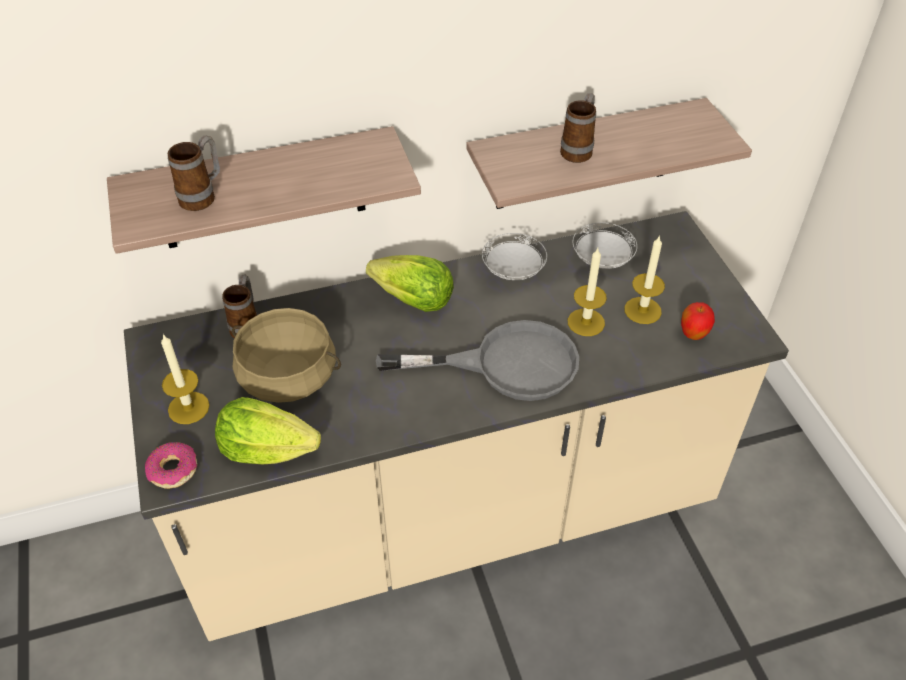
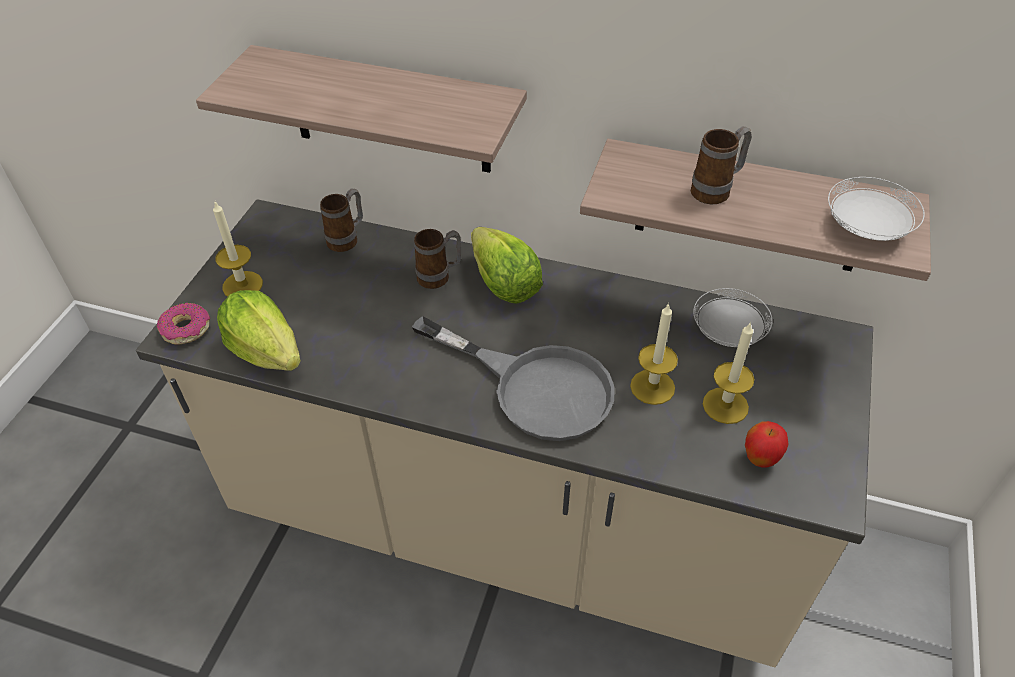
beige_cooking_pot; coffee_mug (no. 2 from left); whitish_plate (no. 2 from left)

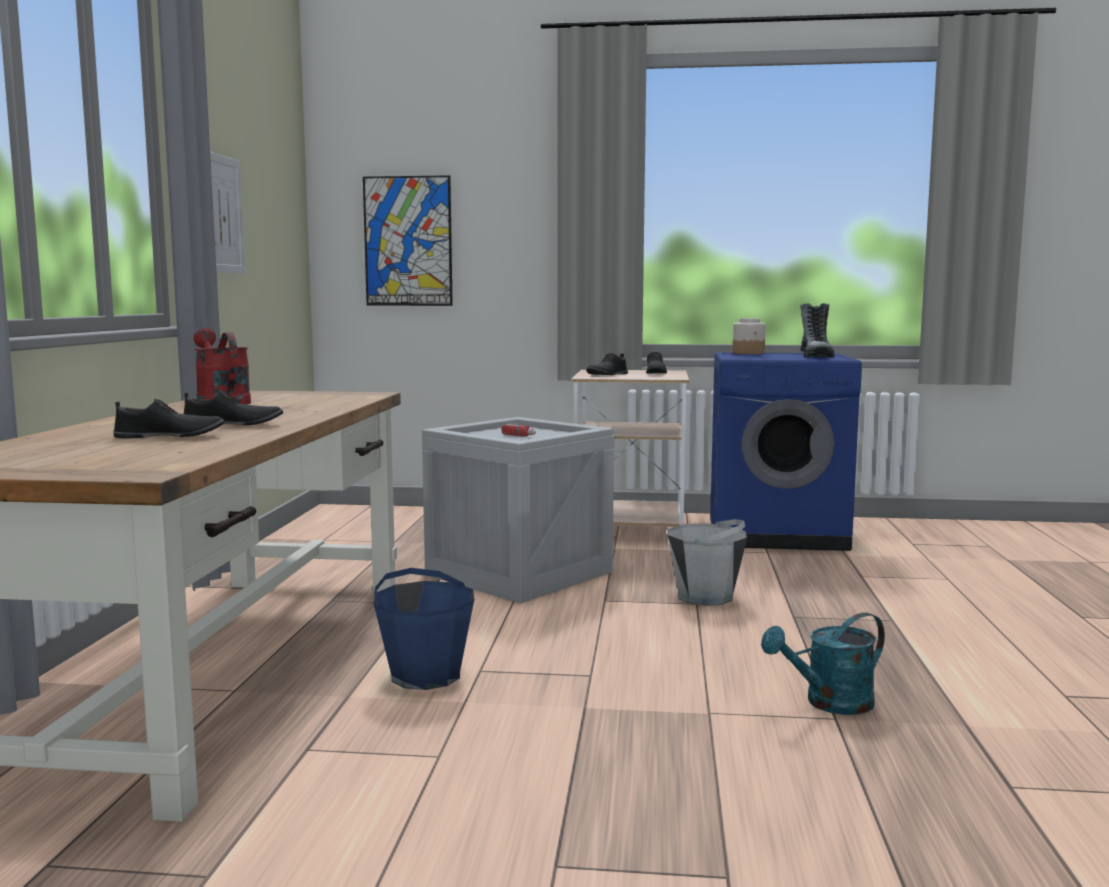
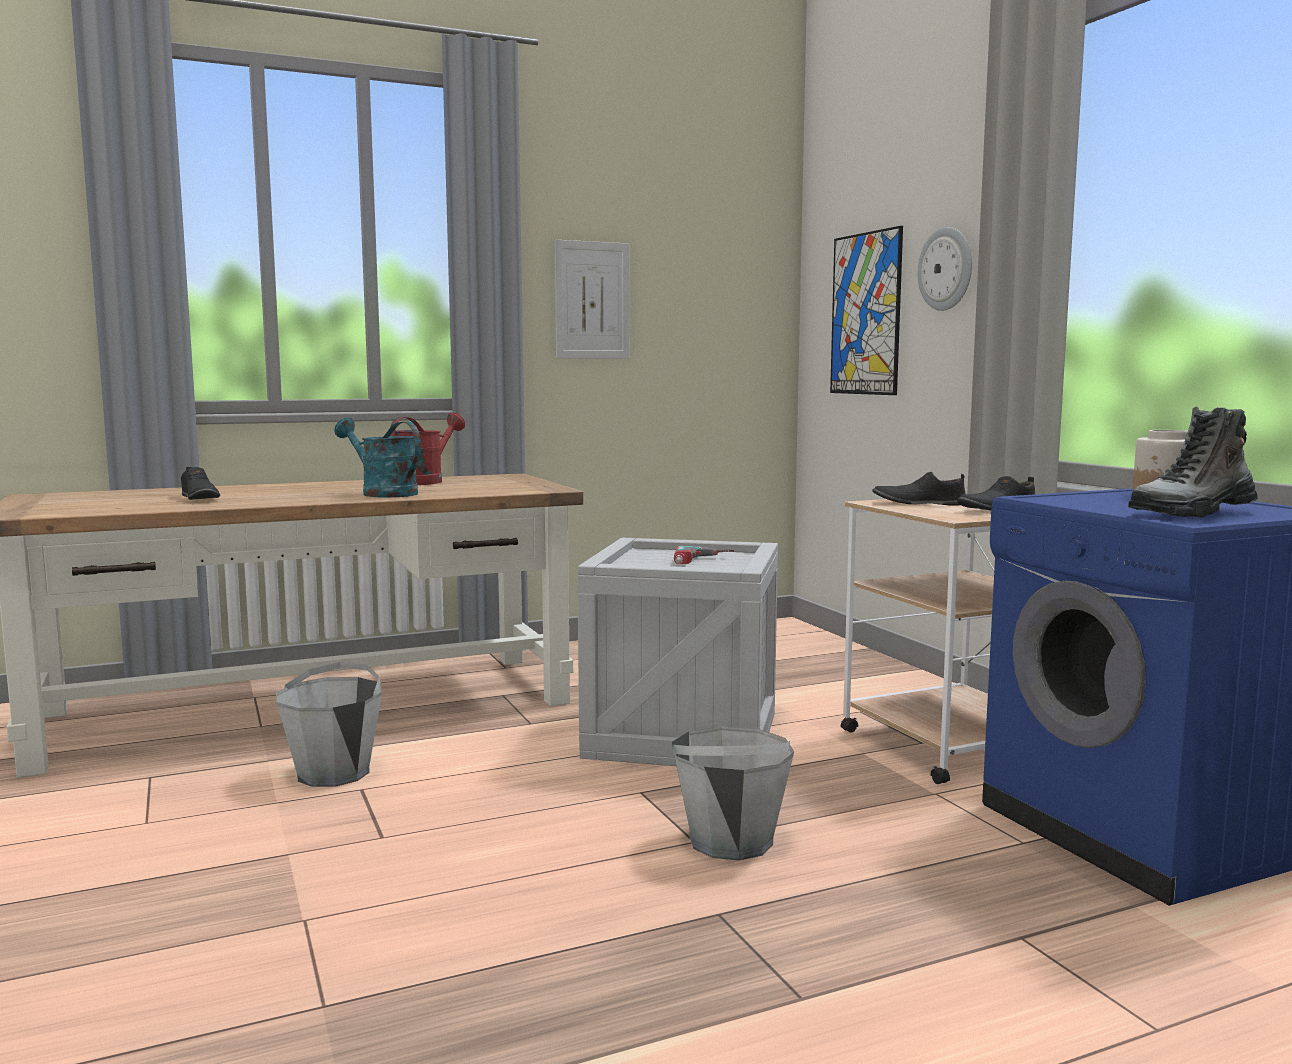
blackish_shoe (no. 2 from left in the first image); wall_clock; turquoise-coloured_watering_can; greyish_water_bucket (no. 1 from left)

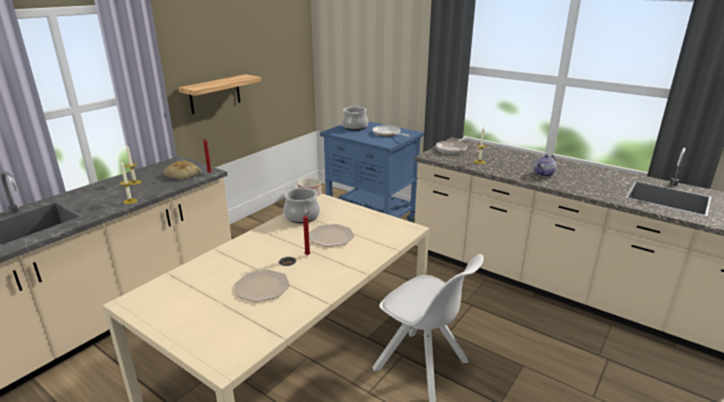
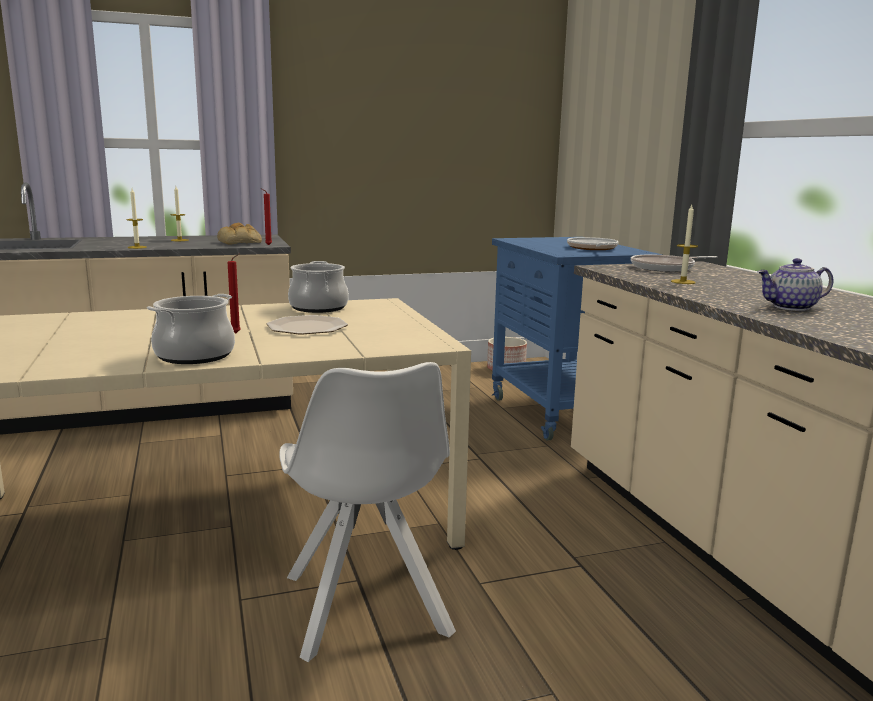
wall_shelf; plate (no. 1 from left in the first image); cooking_pot (no. 1 from left)

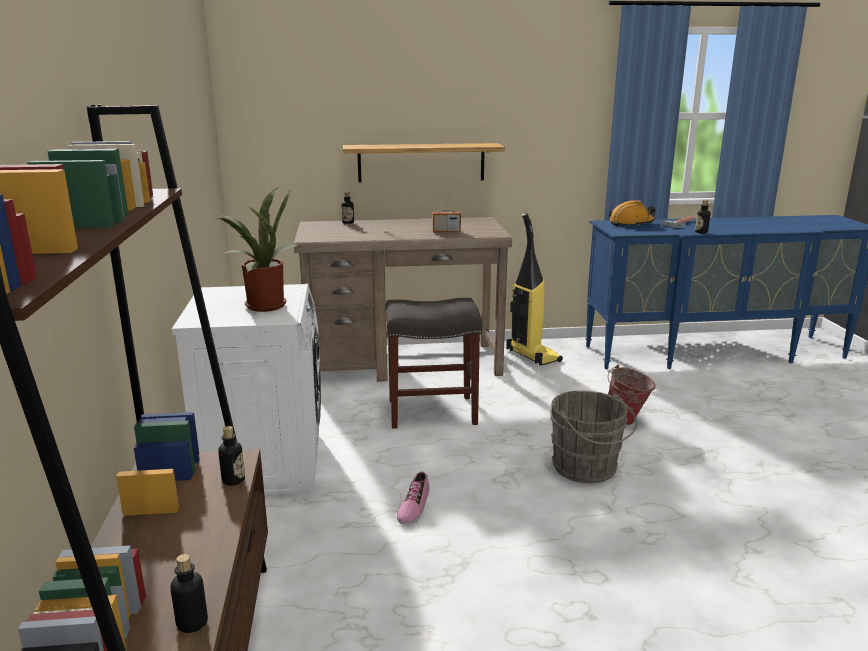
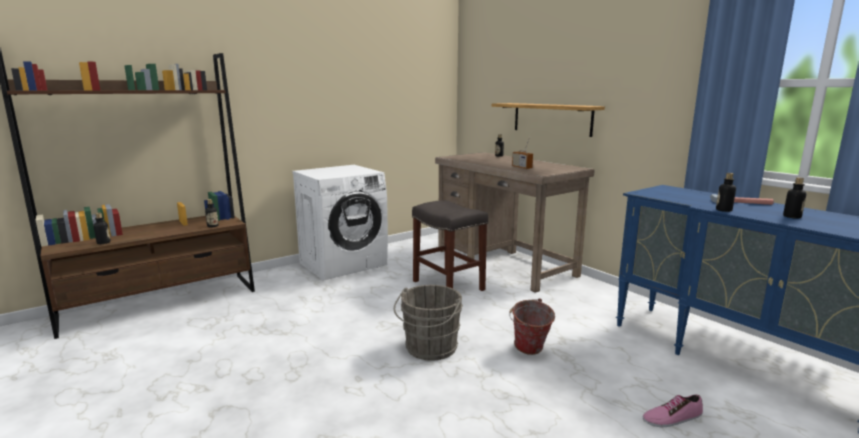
plant_in_a_pot; vacuum; orange_hard_hat; drink_bottle (no. 5 from left); shoe

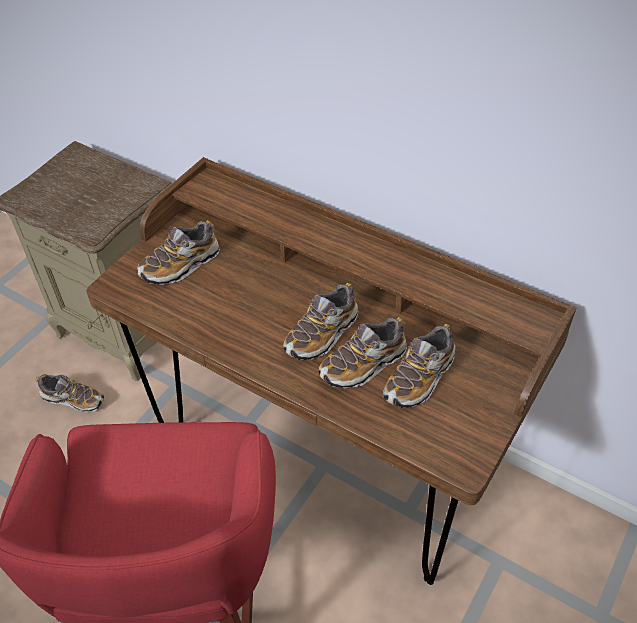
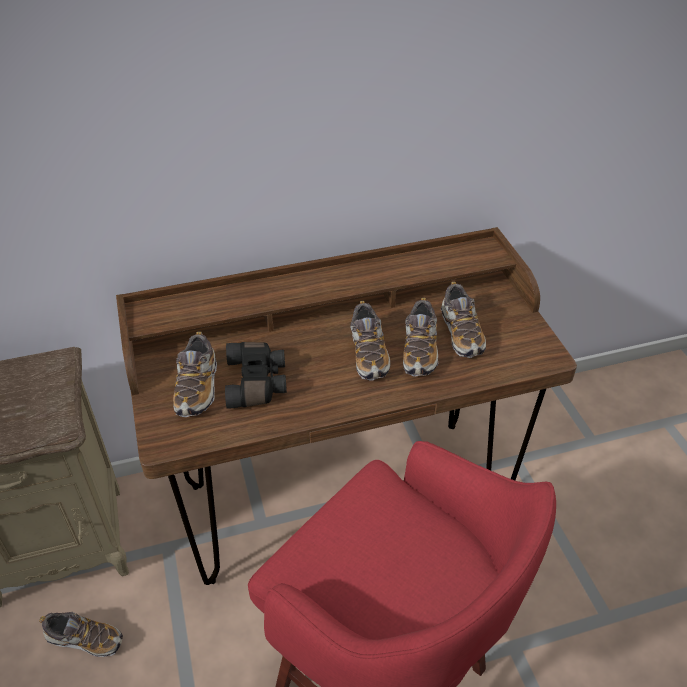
blackish_field_glasses; shoe (no. 1 from left)

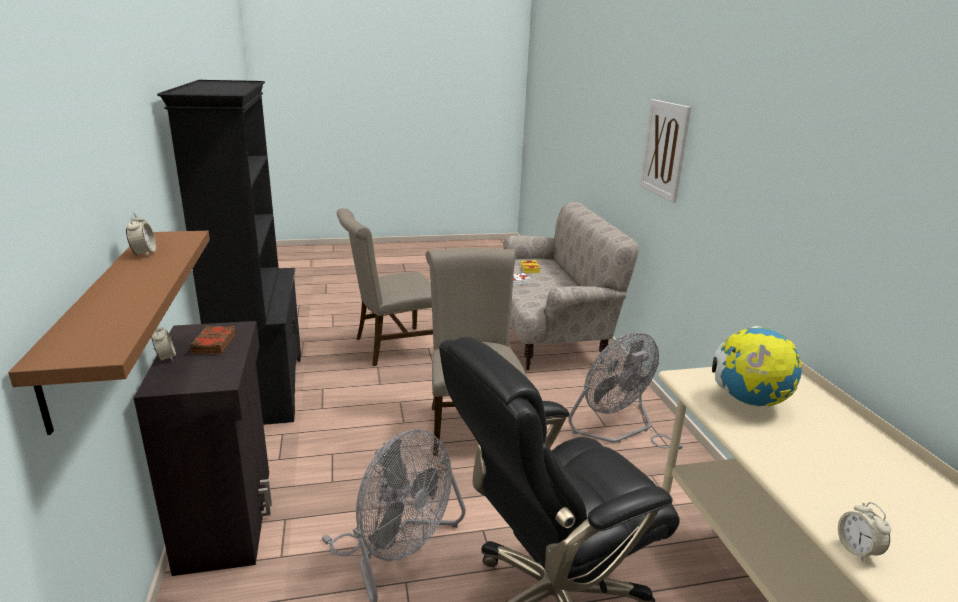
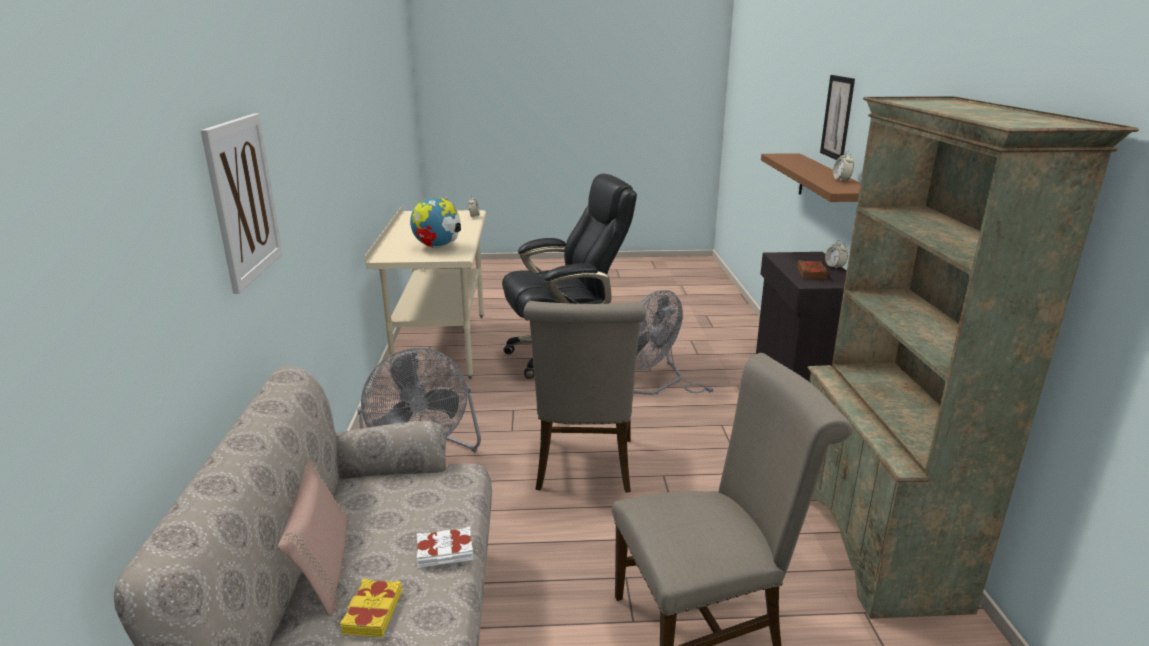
beige_pillow; wall_picture (no. 2 from left); green-coloured_bookshelf

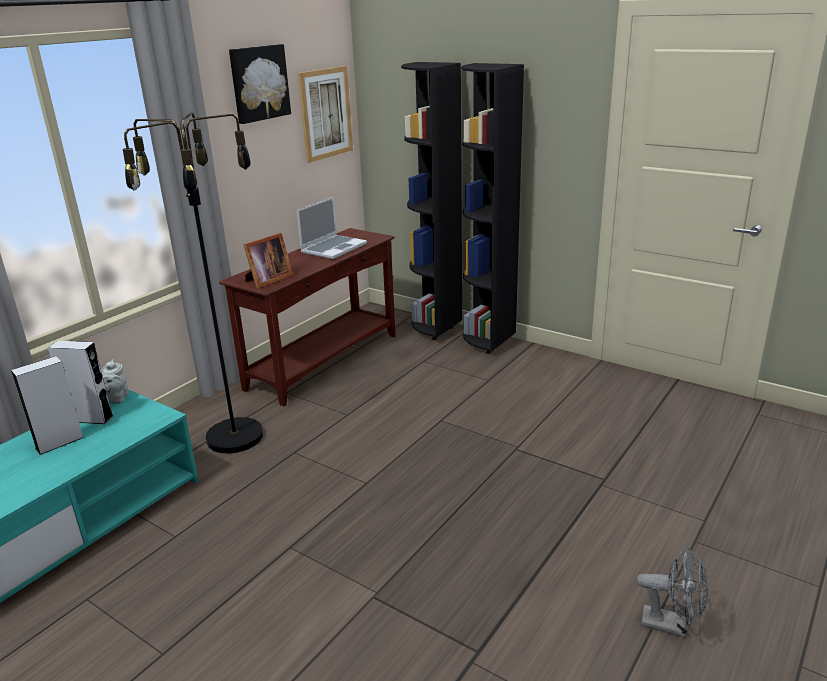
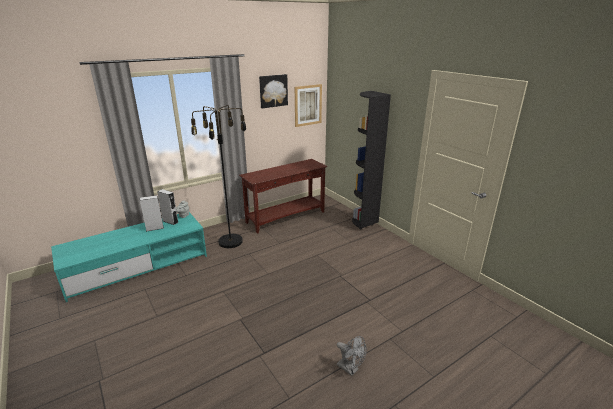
photo_frame; notebook_computer; blackish_bookshelf (no. 1 from left in the first image)

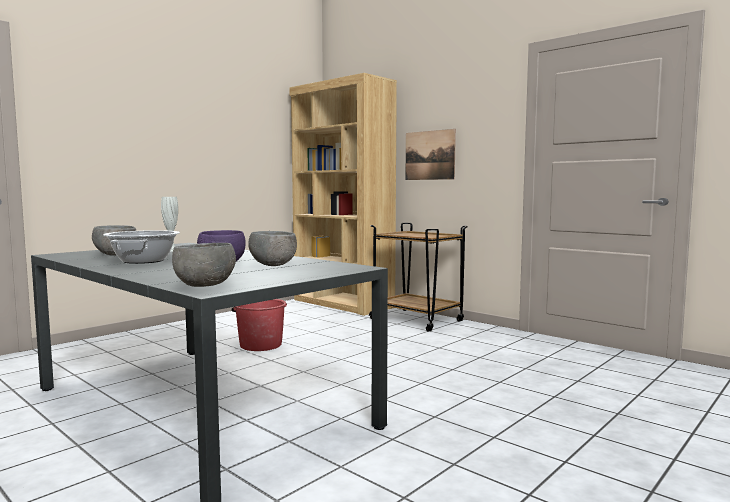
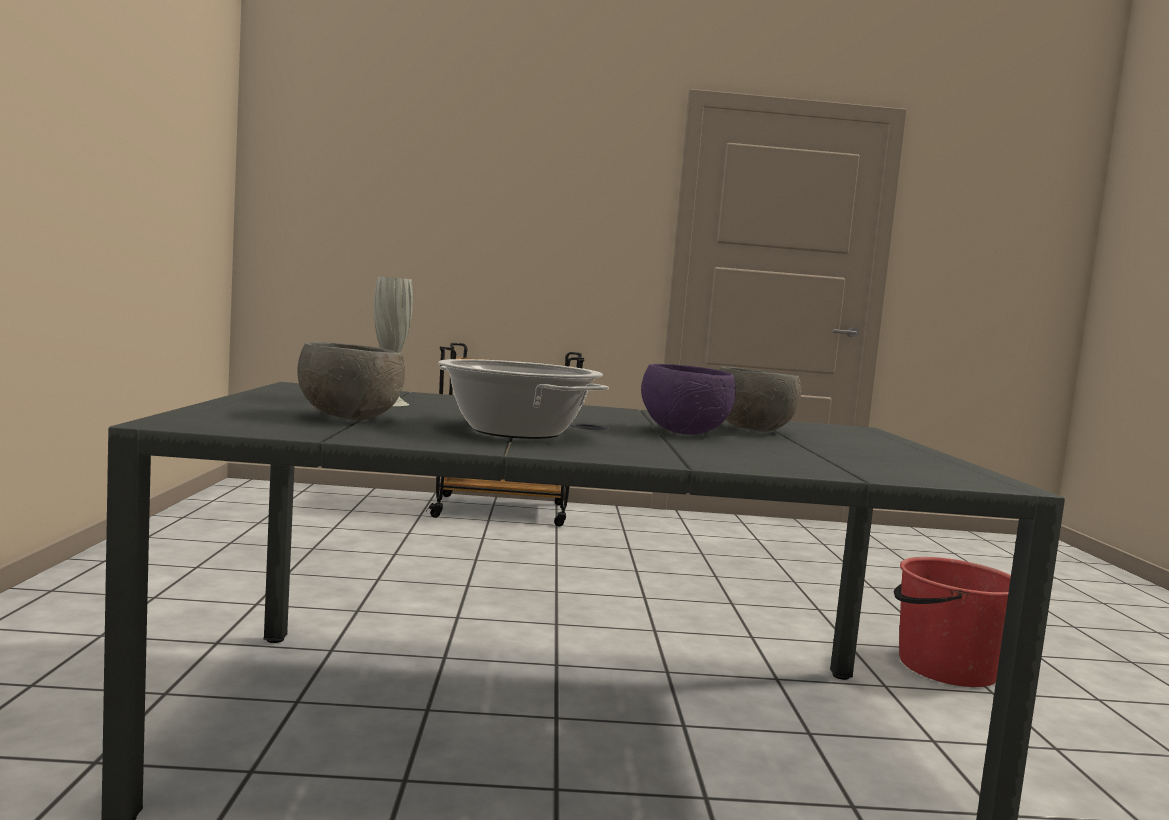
greyish_bowl (no. 2 from left in the first image); brownish_bookshelf; wall_picture; red_water_bucket

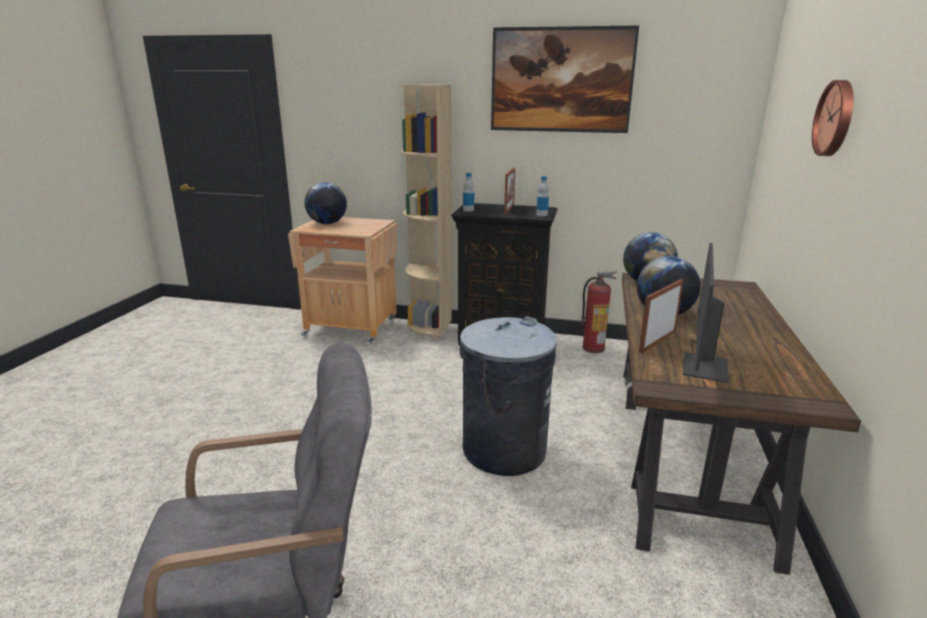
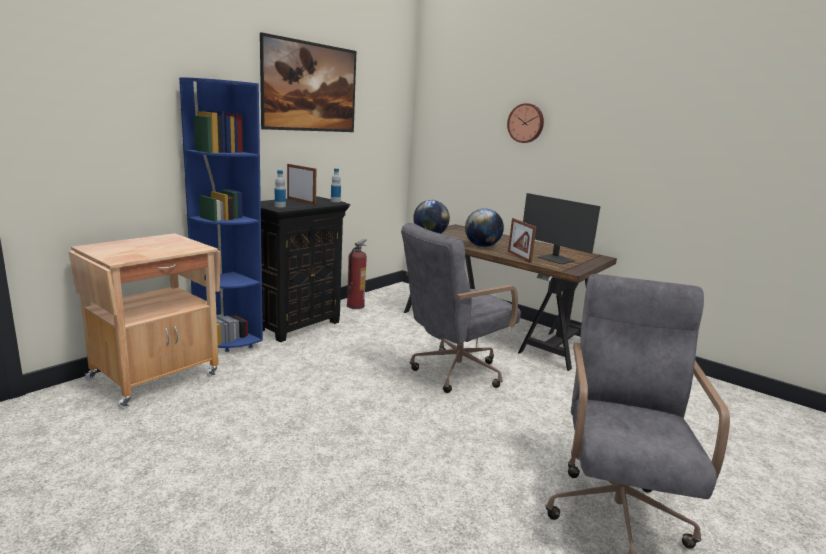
desk_globe (no. 1 from left in the first image); greyish_desk_chair (no. 1 from left); blue_bookshelf

